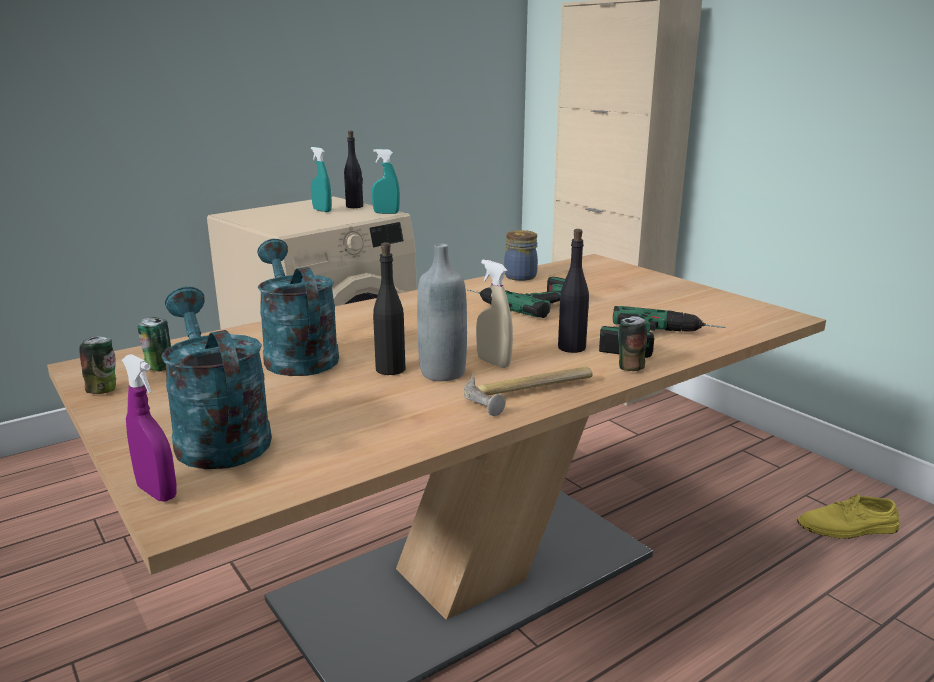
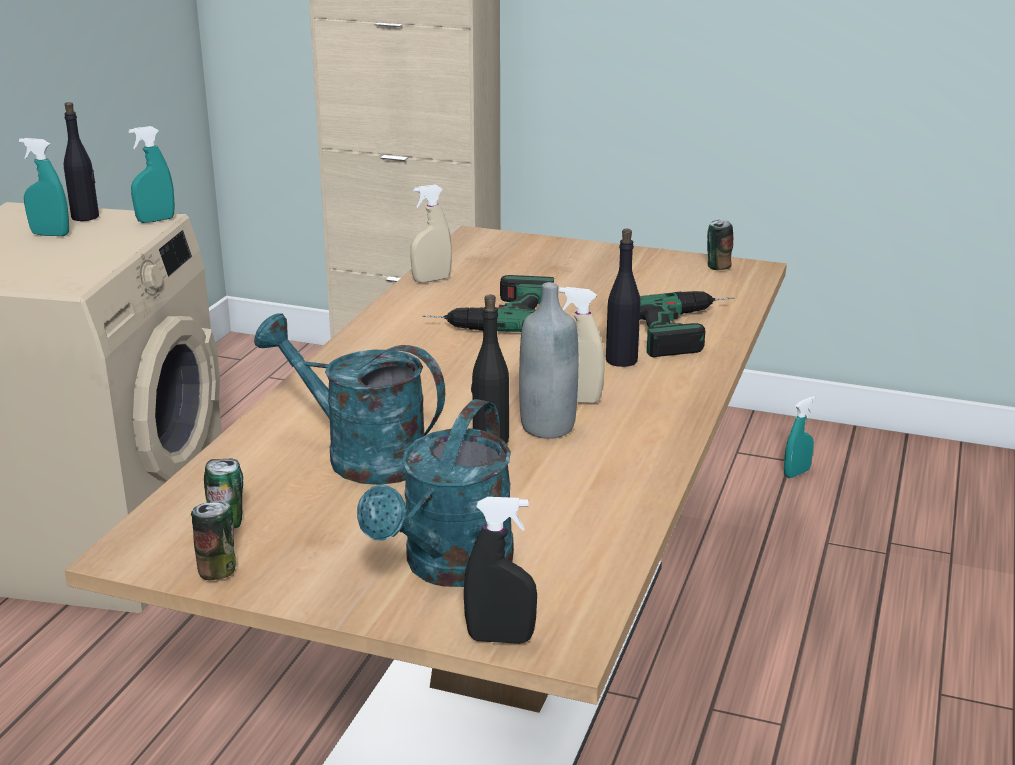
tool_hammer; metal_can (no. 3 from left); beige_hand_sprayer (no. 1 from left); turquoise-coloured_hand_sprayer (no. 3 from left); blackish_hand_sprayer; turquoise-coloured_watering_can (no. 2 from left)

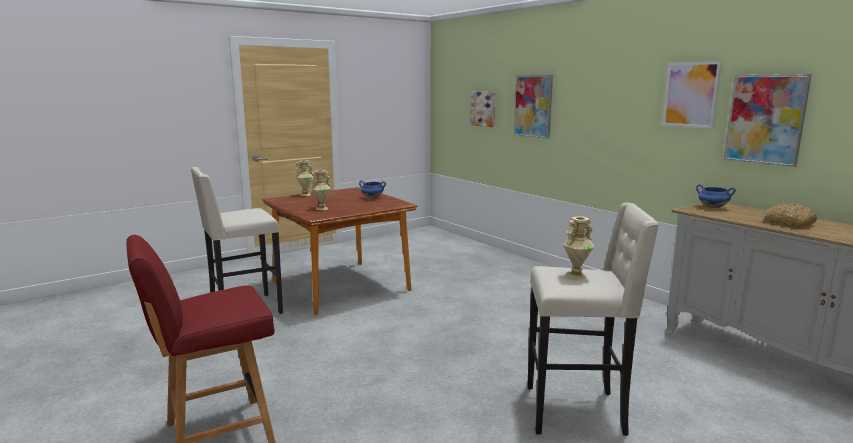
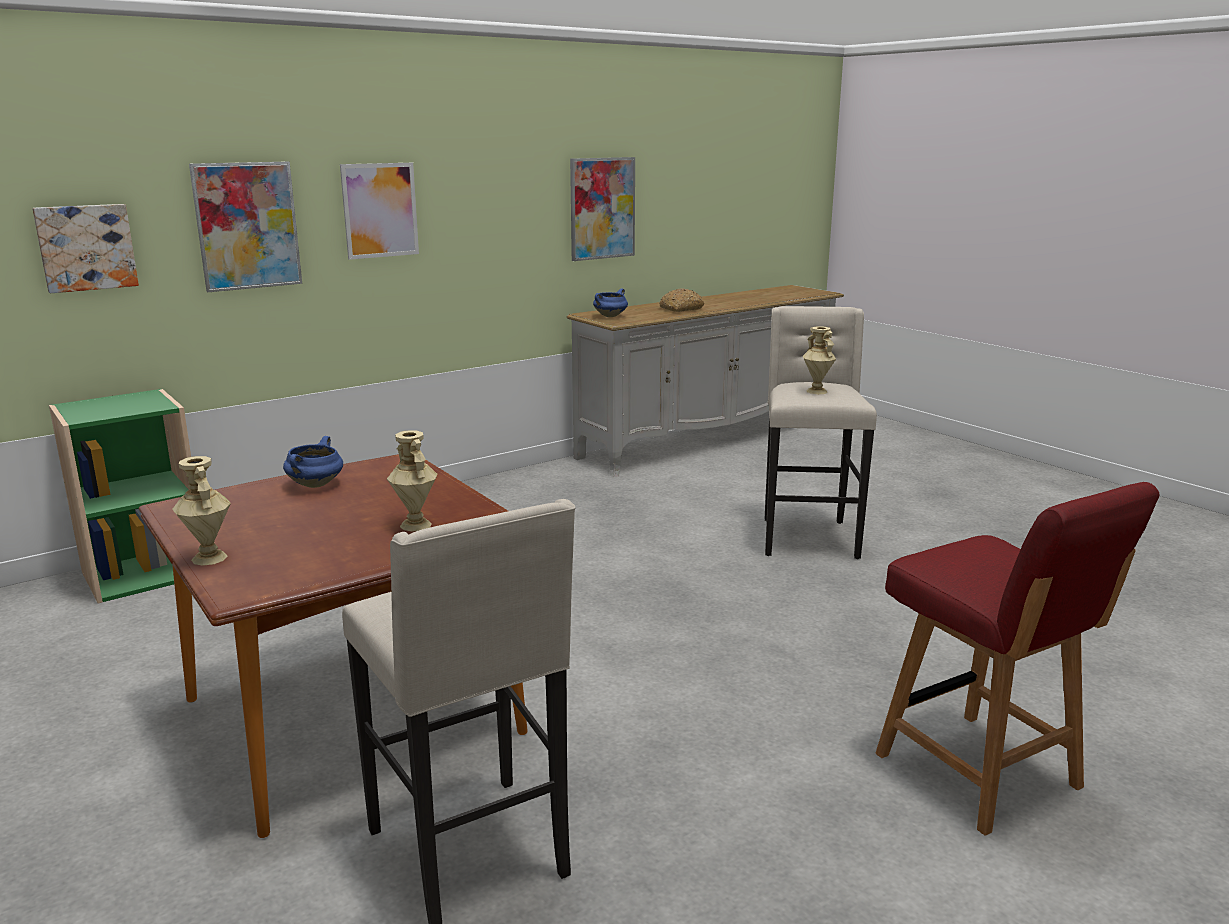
green-coloured_bookshelf; wall_picture (no. 3 from left)

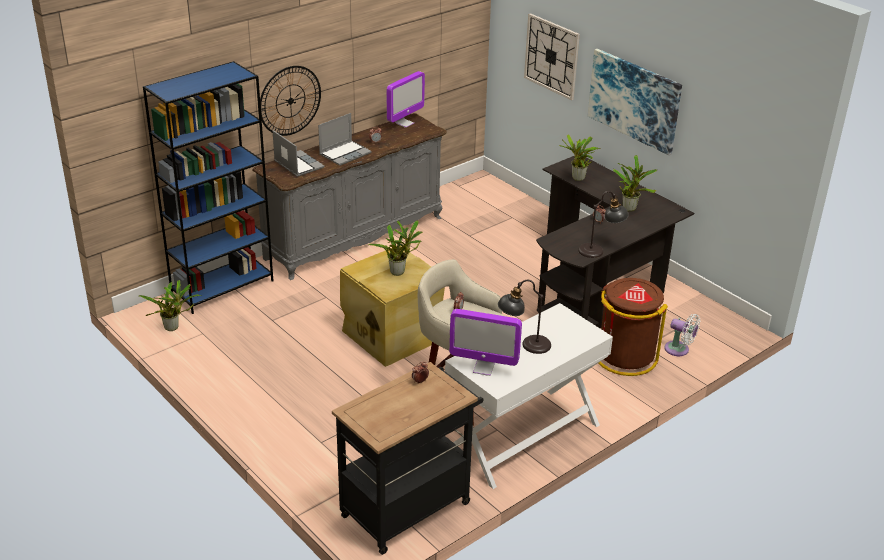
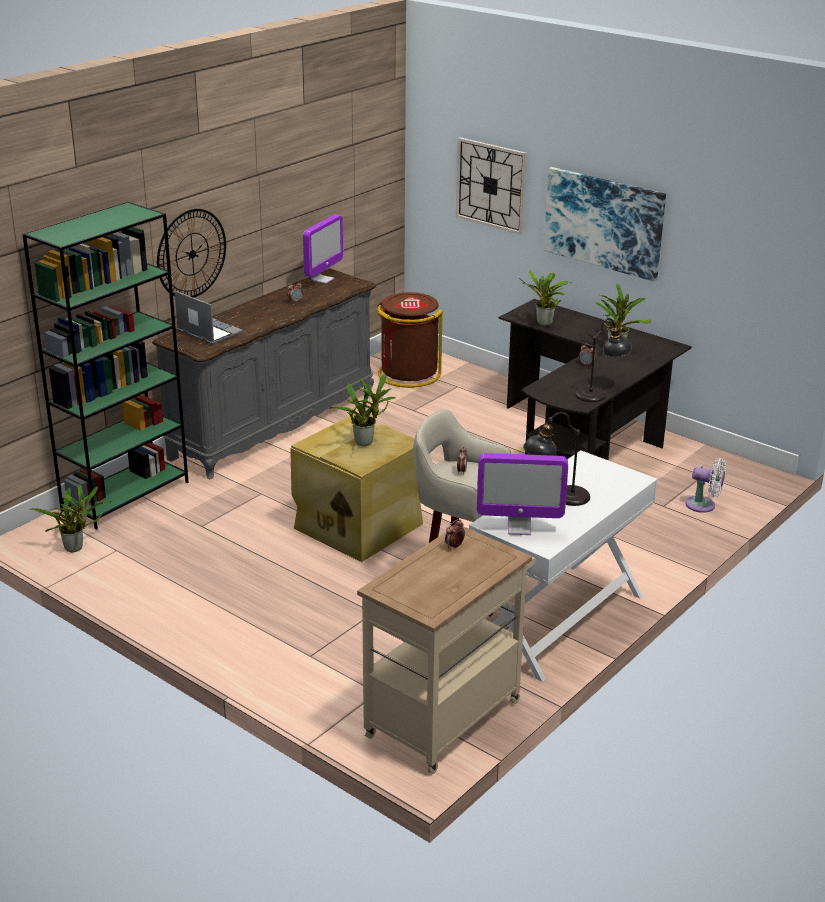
notebook_computer (no. 2 from left in the first image); brownish_rubbish_bin; green-coloured_bookshelf; beige_trolley

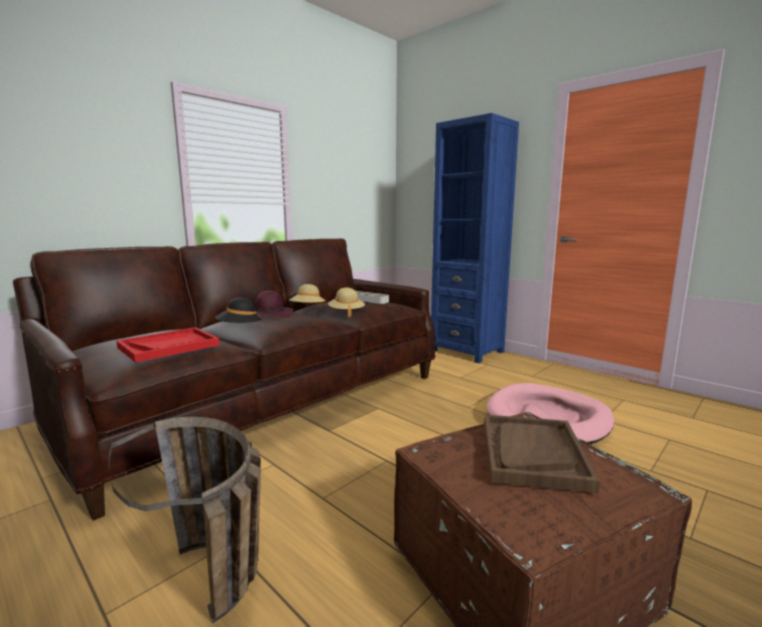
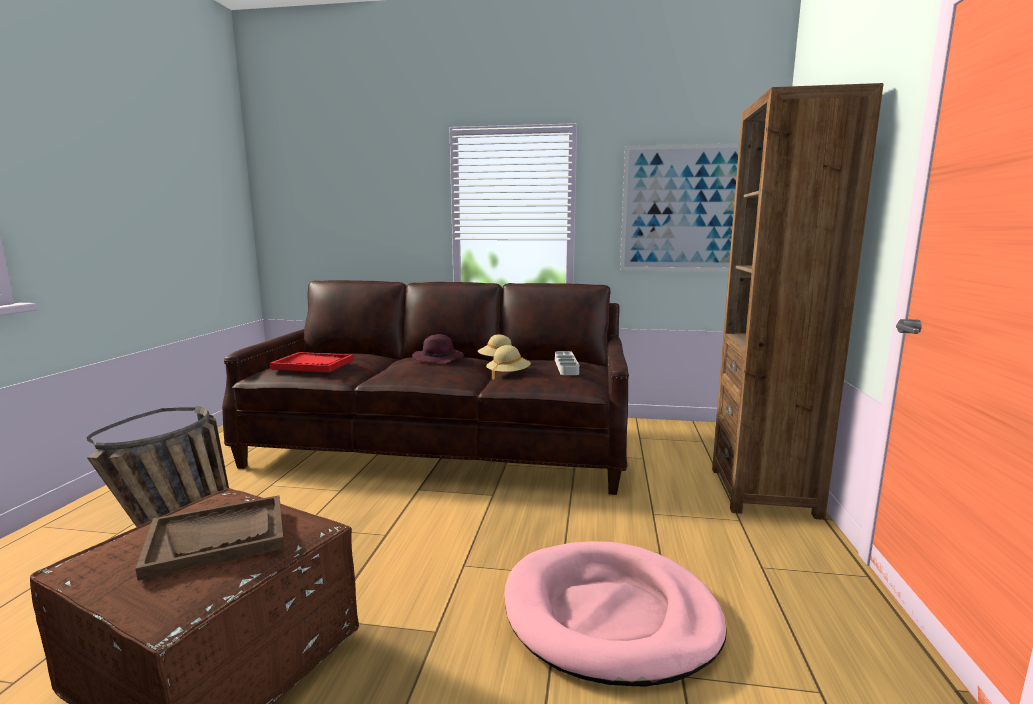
blackish_clothing_hat; wall_picture; brownish_bookshelf

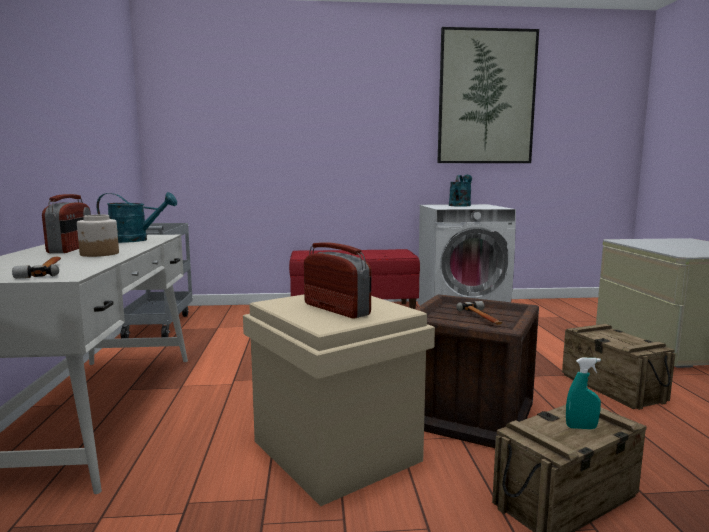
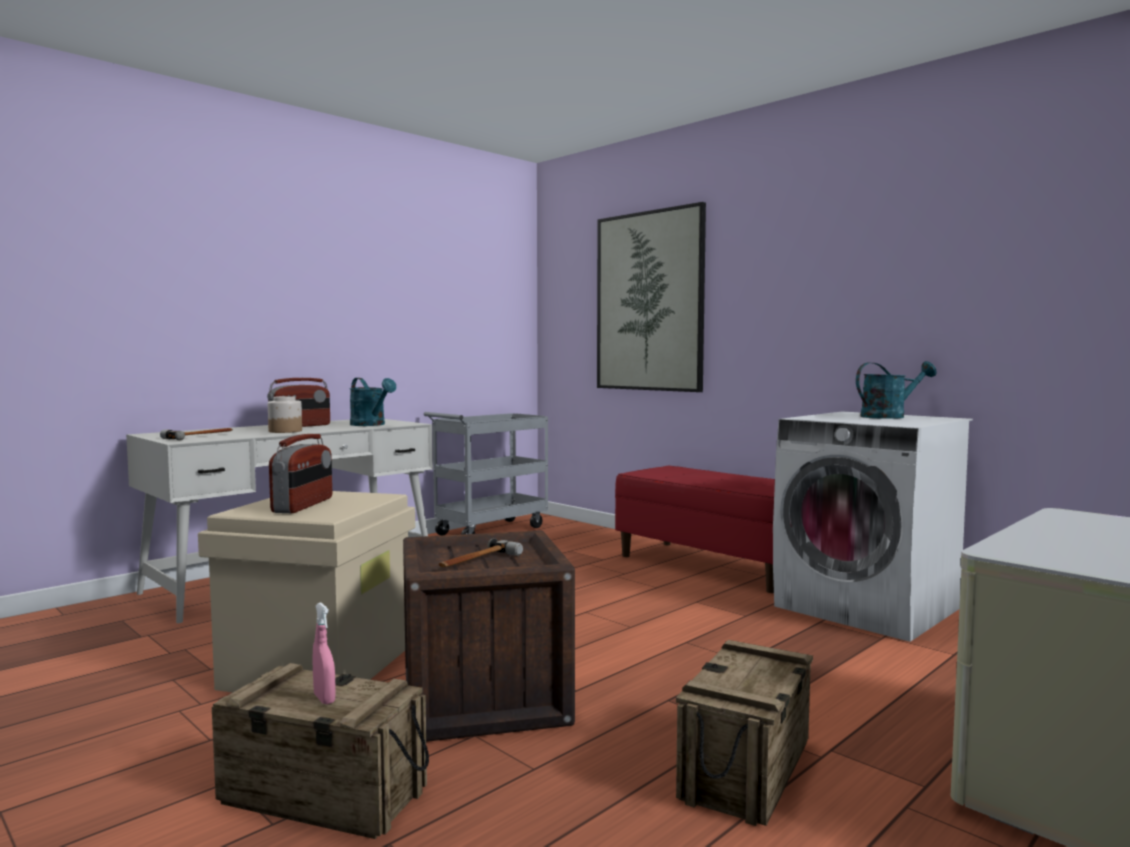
wall_picture; pinkish_hand_sprayer

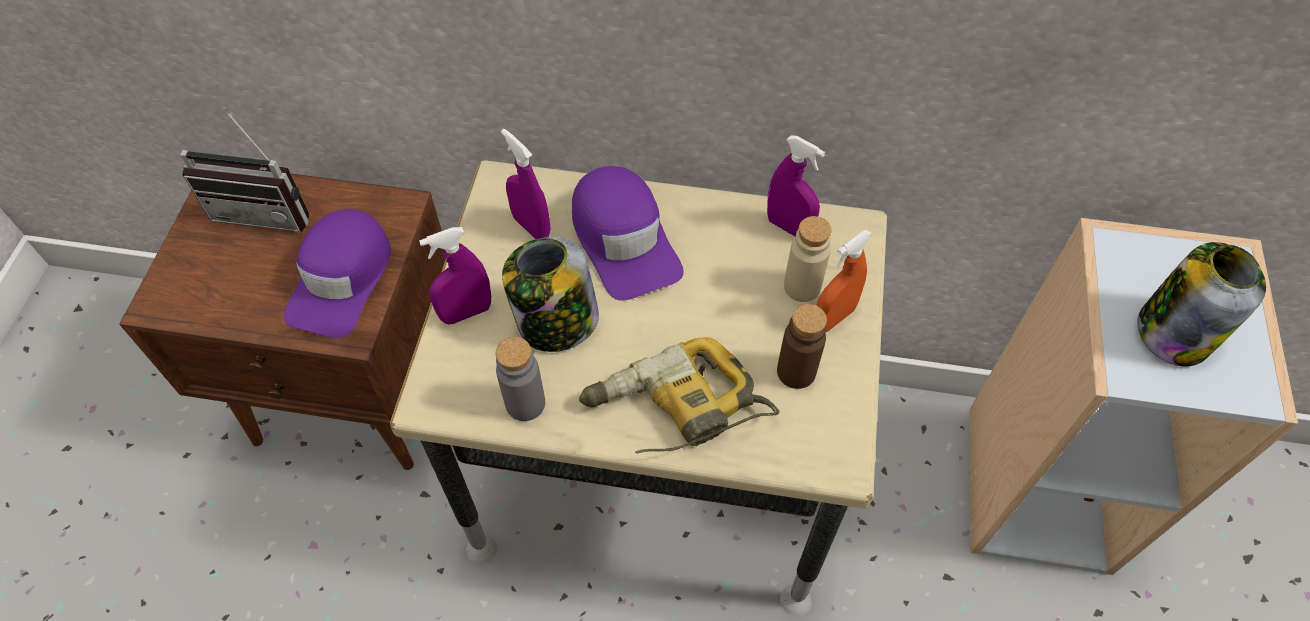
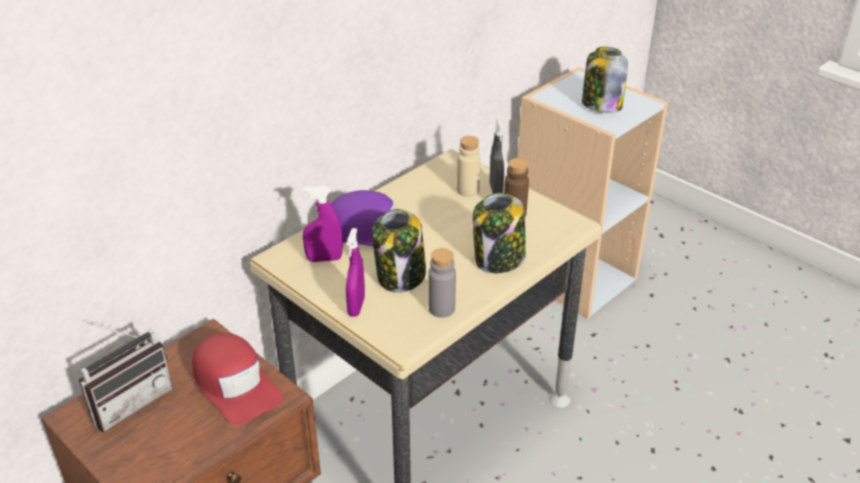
purple_hand_sprayer (no. 3 from left in the first image); jar (no. 2 from left); red_peaked_cap; greyish_hand_sprayer

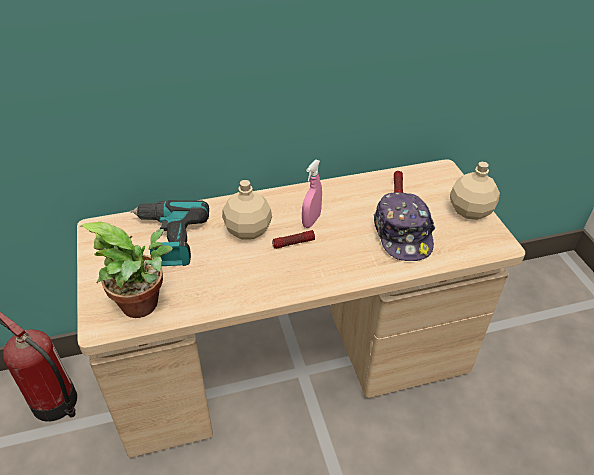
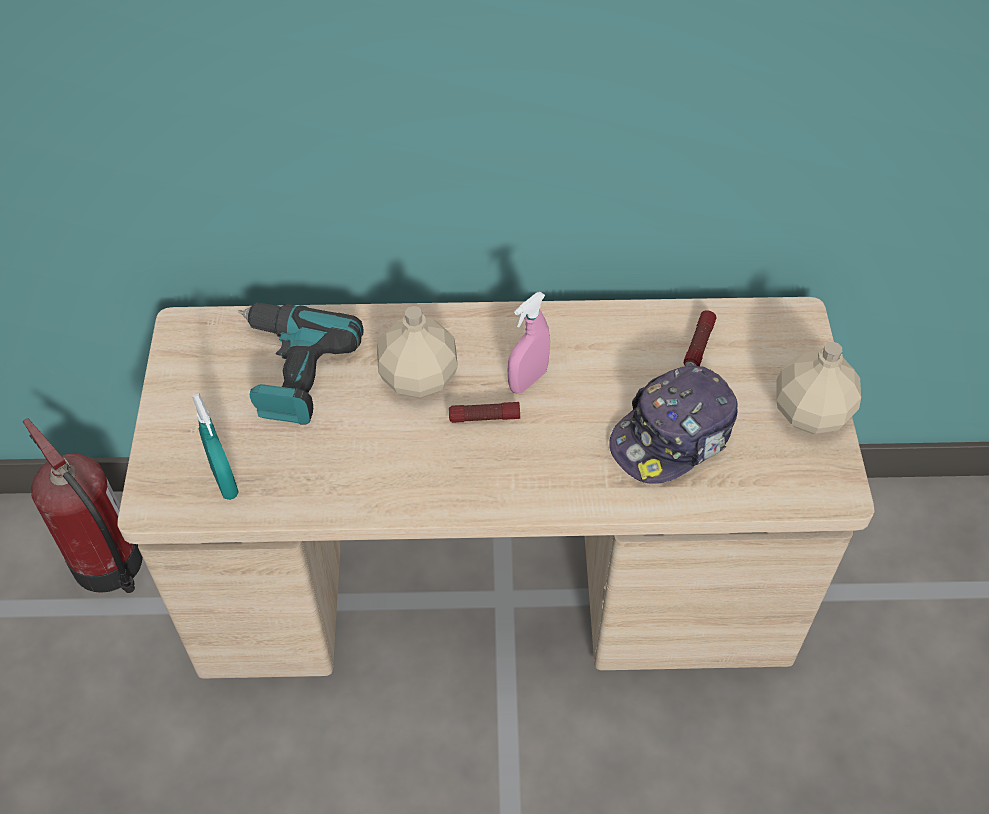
turquoise-coloured_hand_sprayer; peaked_cap

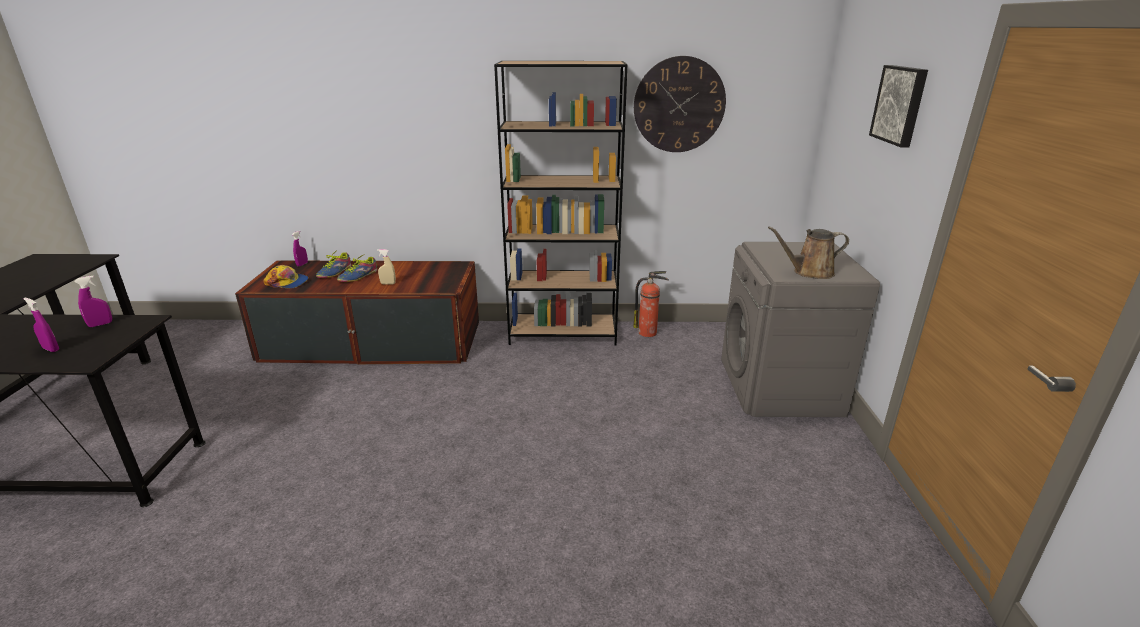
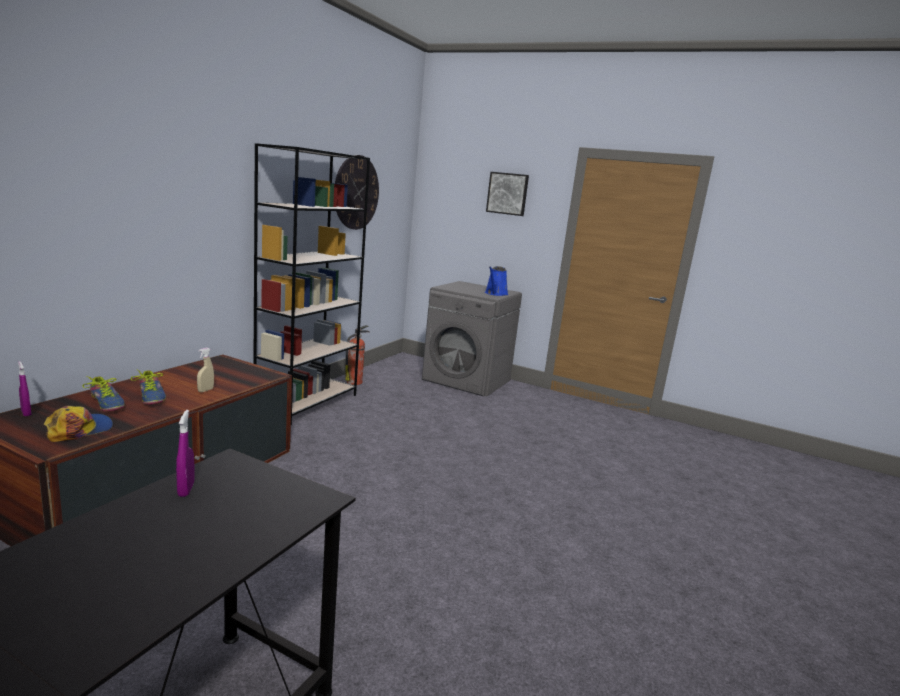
purple_hand_sprayer (no. 1 from left in the first image); blue_watering_can

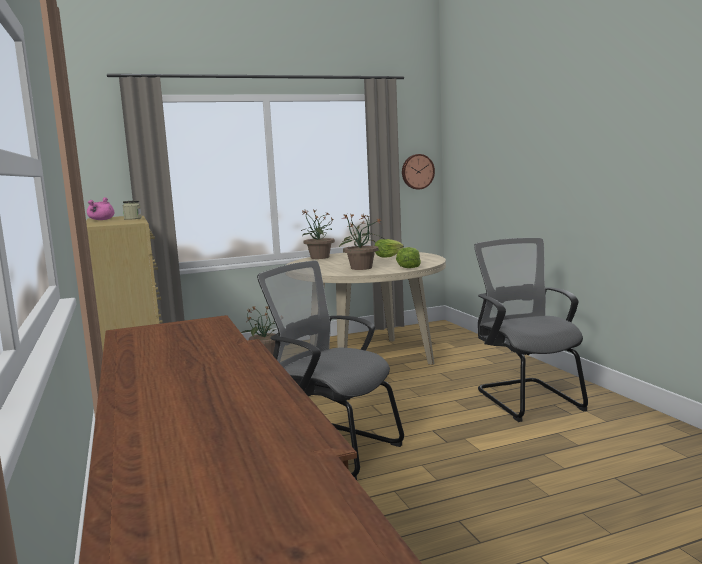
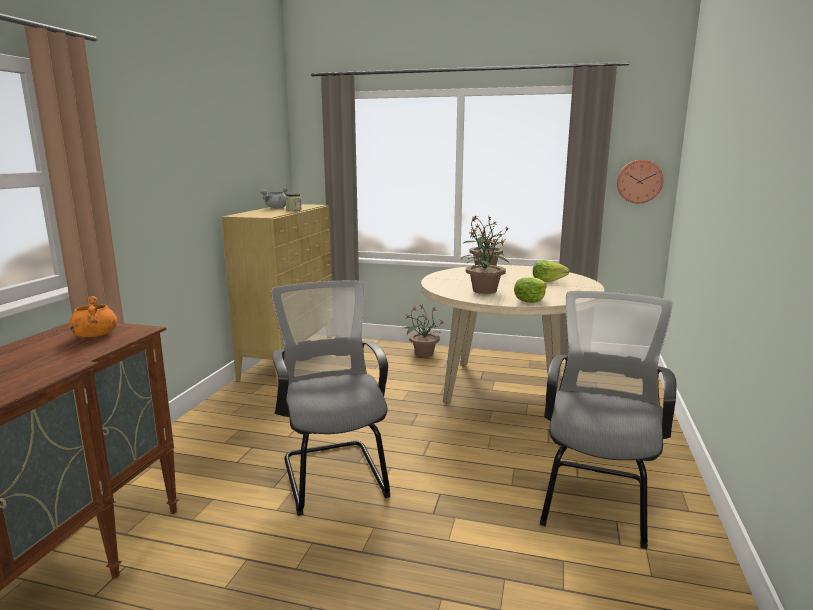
orange_cooking_pot; greyish_cooking_pot

